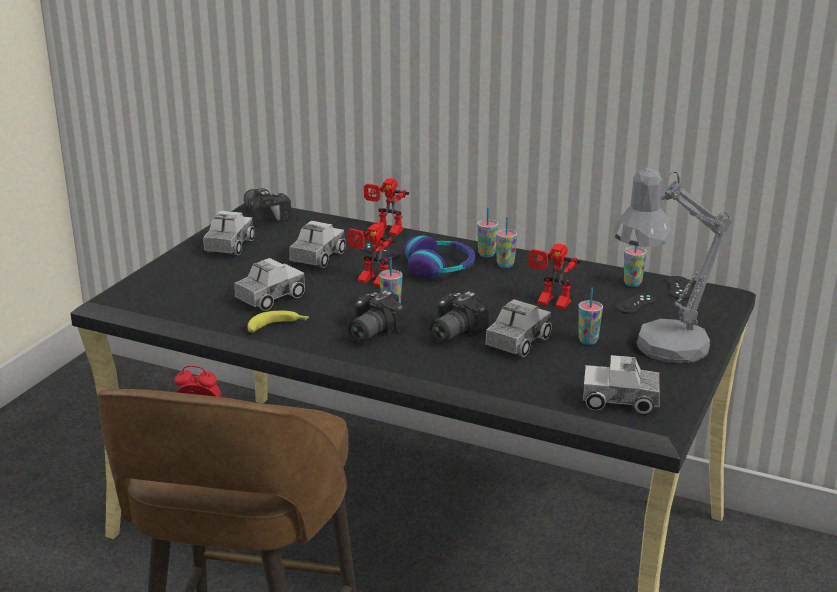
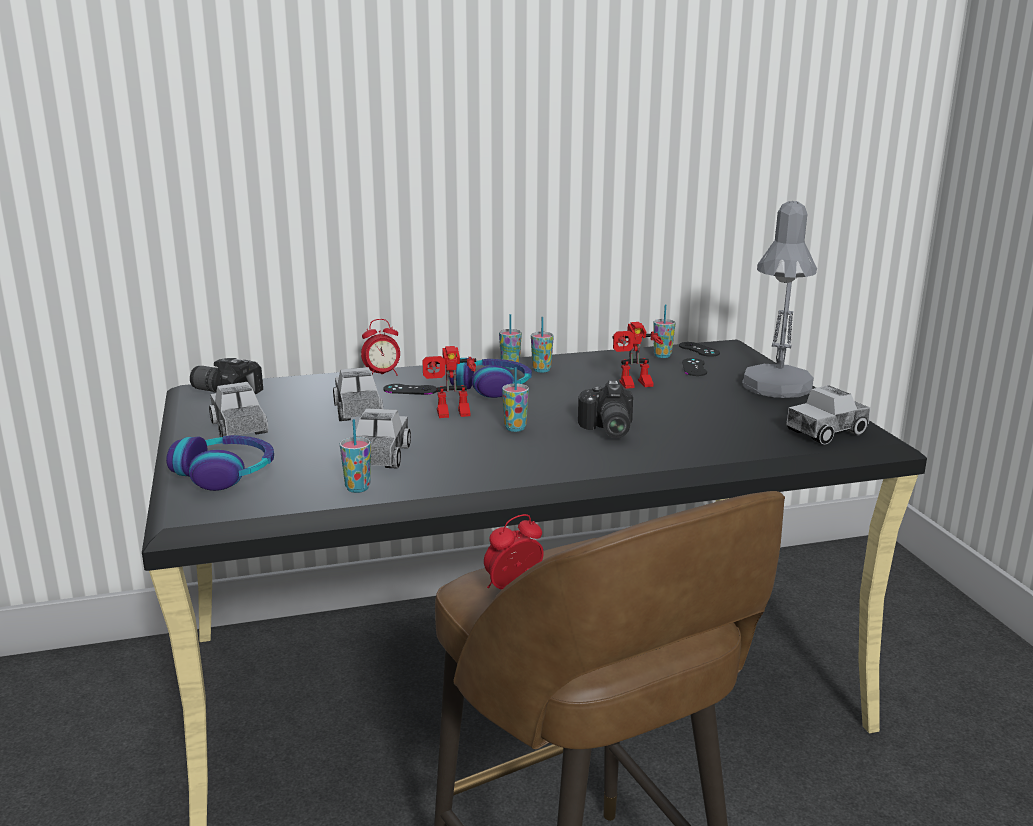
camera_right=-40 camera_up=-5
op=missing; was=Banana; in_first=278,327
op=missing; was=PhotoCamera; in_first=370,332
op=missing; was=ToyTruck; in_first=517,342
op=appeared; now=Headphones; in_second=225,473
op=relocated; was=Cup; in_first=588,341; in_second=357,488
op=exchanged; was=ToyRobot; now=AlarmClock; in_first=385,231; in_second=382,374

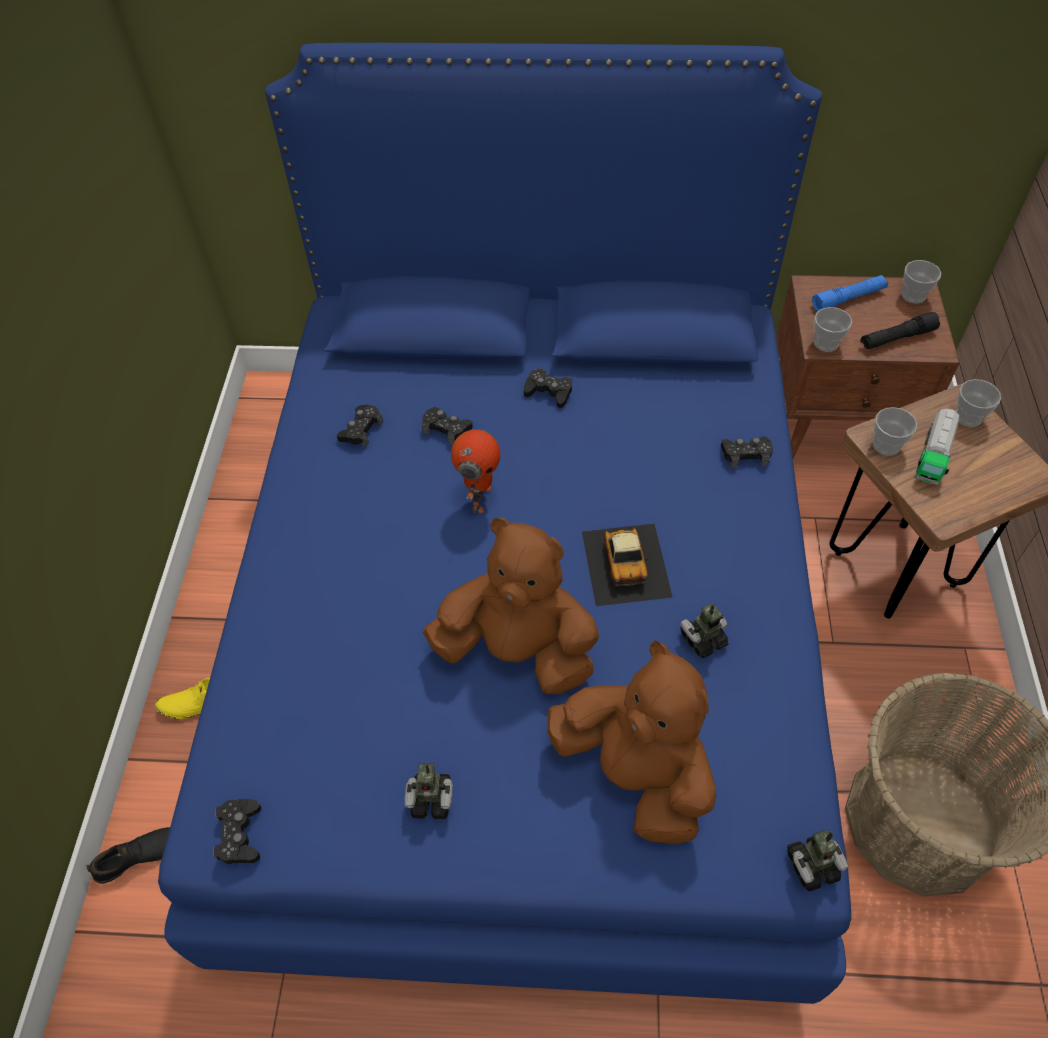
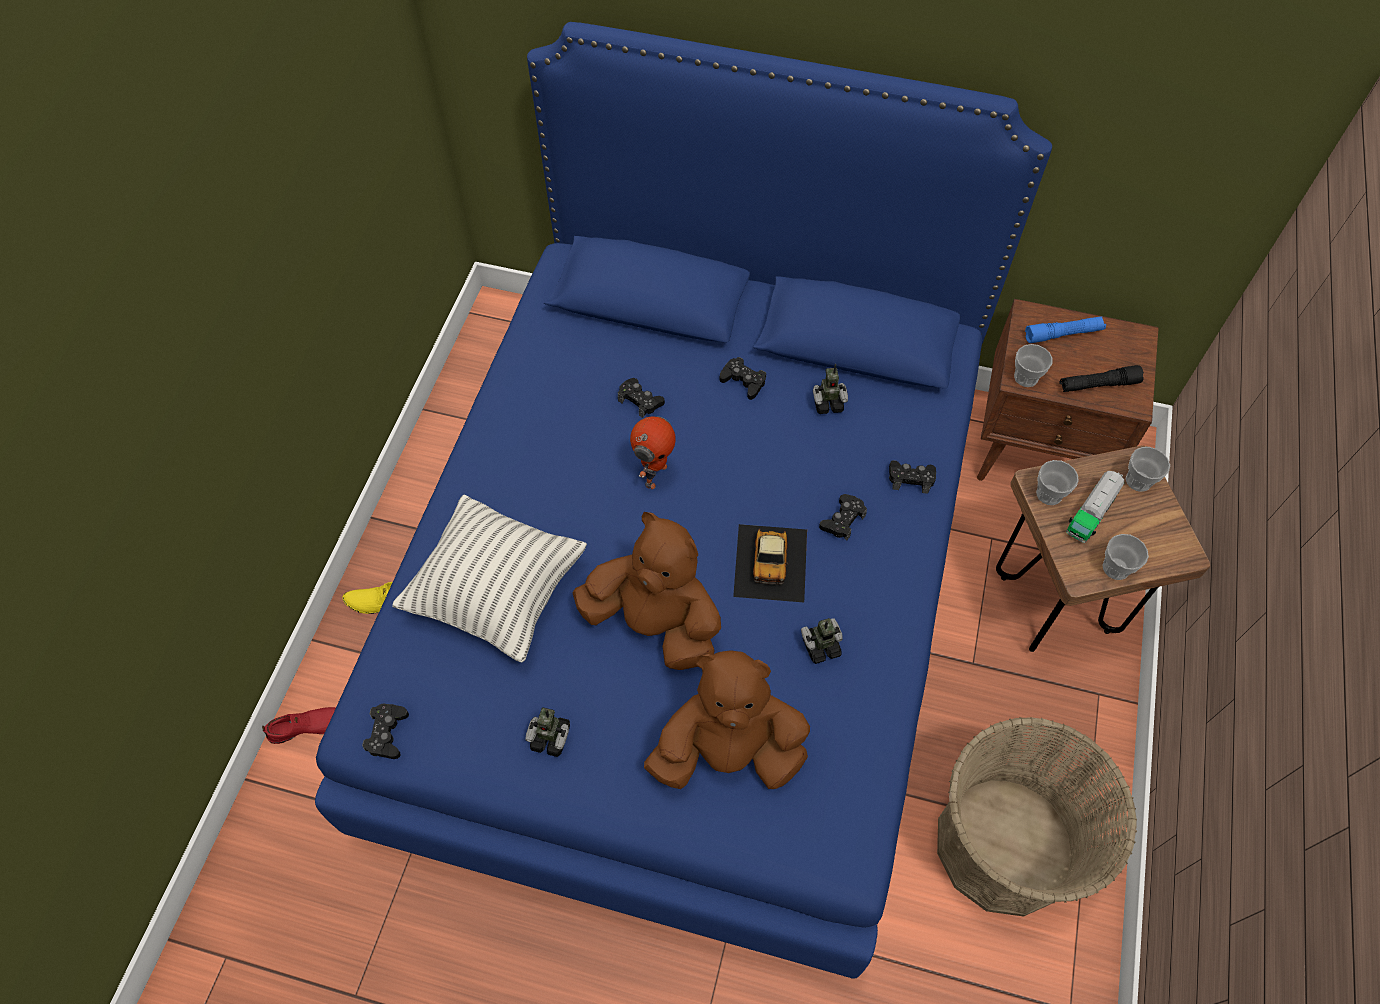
camera_right=10 camera_up=5
op=appeared; now=Pillow; in_second=497,593
op=relocated; was=BlackGameController; in_first=361,430; in_second=842,520
op=relocated; was=ToyRobot; in_first=811,865; in_second=827,403
op=relocated; was=Cup; in_first=913,295; in_second=1116,568
op=colour; was=BlackShoe; now=RedShoe; in_first=141,857; in_second=309,727
op=spun; was=BrownPlushToy; in_first=635,773; in_second=728,752; clockwise=-60

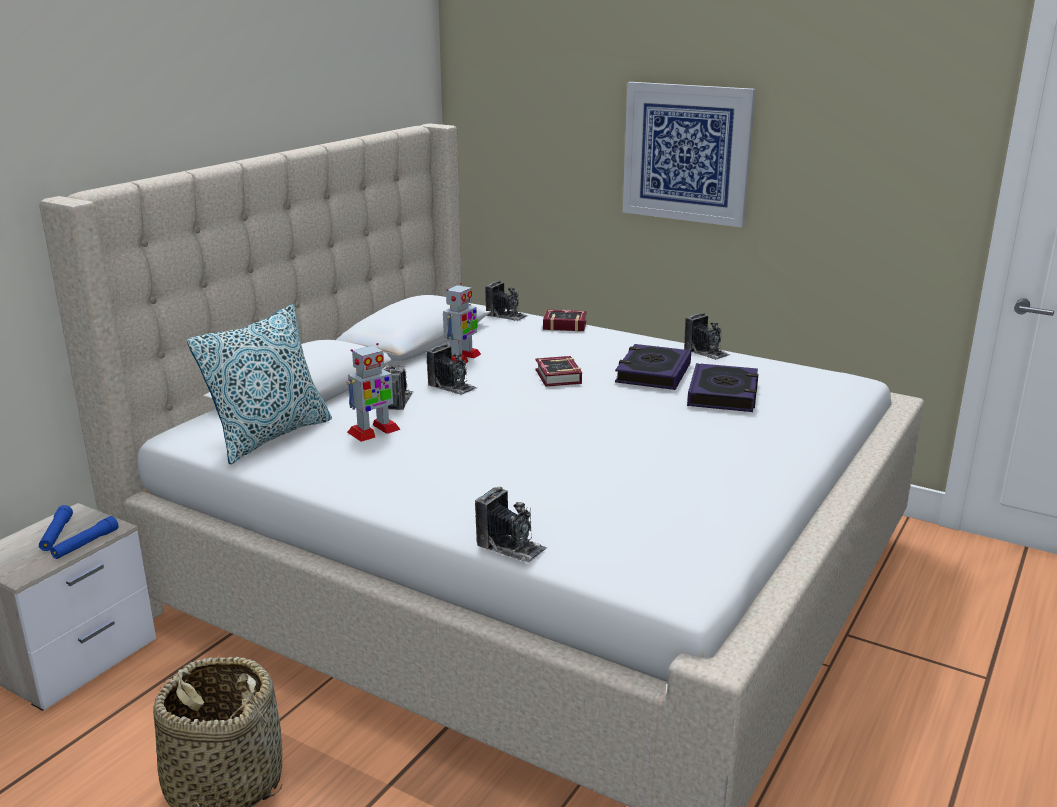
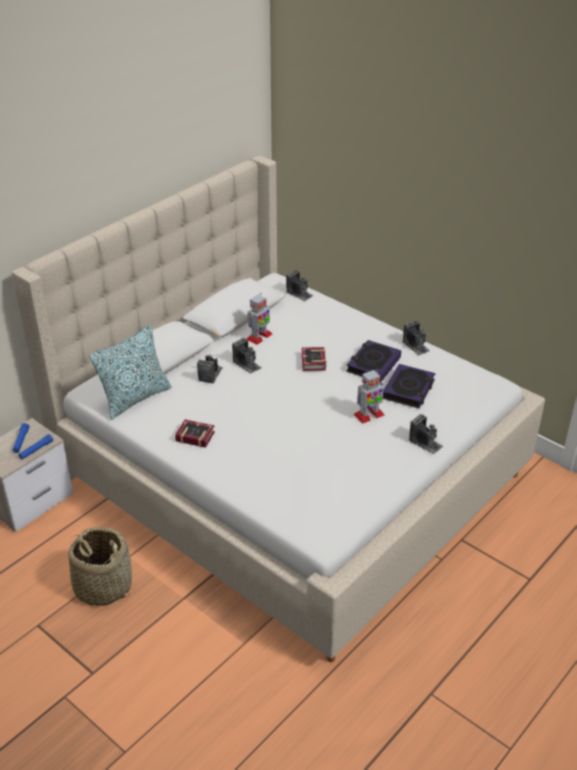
camera_right=10 camera_up=15
op=missing; was=Picture; in_first=686,153
op=relocated; was=ToyRobot; in_first=373,431; in_second=368,415
op=relocated; was=PhotoCamera; in_first=511,546; in_second=425,443
op=relocated; was=Book; in_first=563,325; in_second=194,435

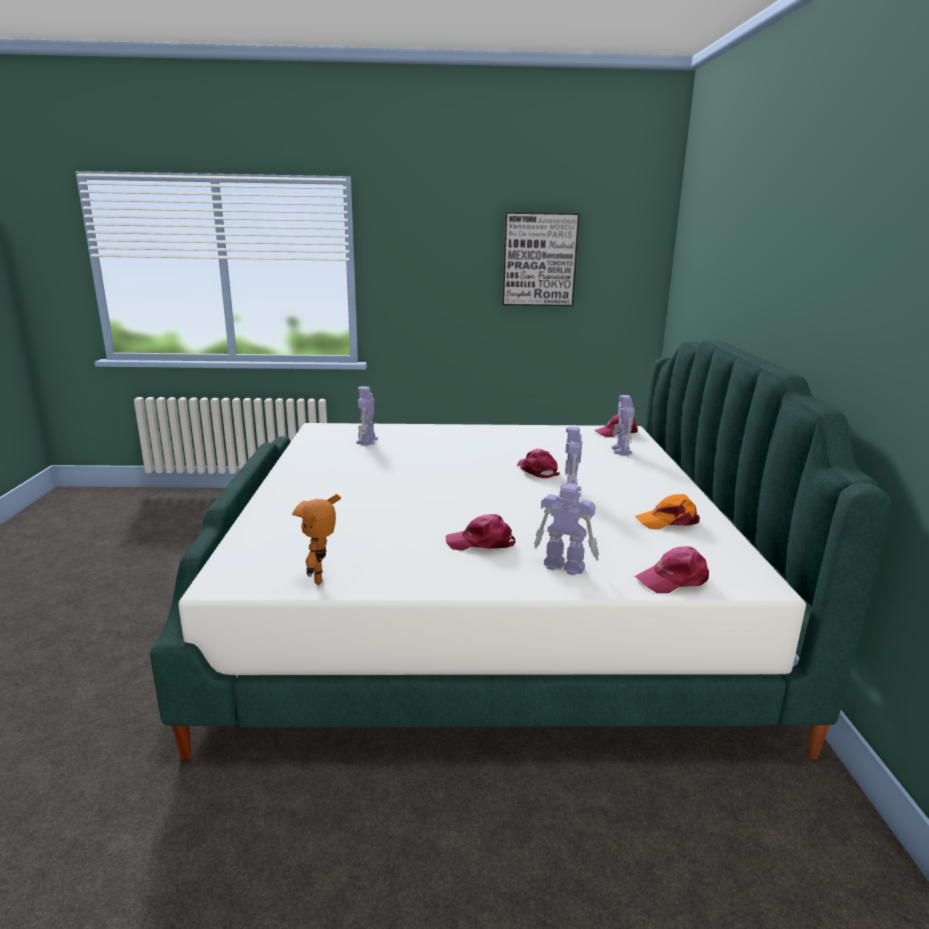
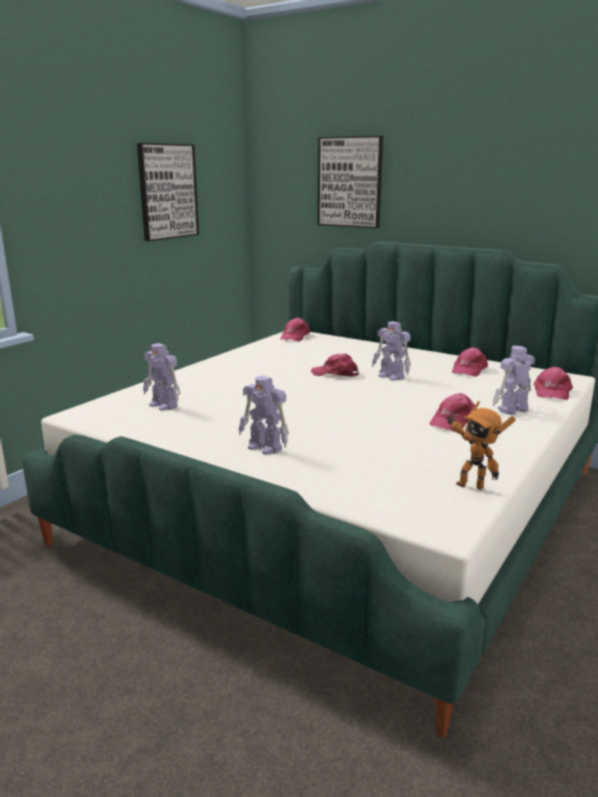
camera_right=-55 camera_up=0
op=appeared; now=Picture; in_second=350,182
op=relocated; was=ToyRobot; in_first=621,451; in_second=265,448
op=colour; was=OrangeCap; now=PinkCap; in_first=668,521; in_second=468,369

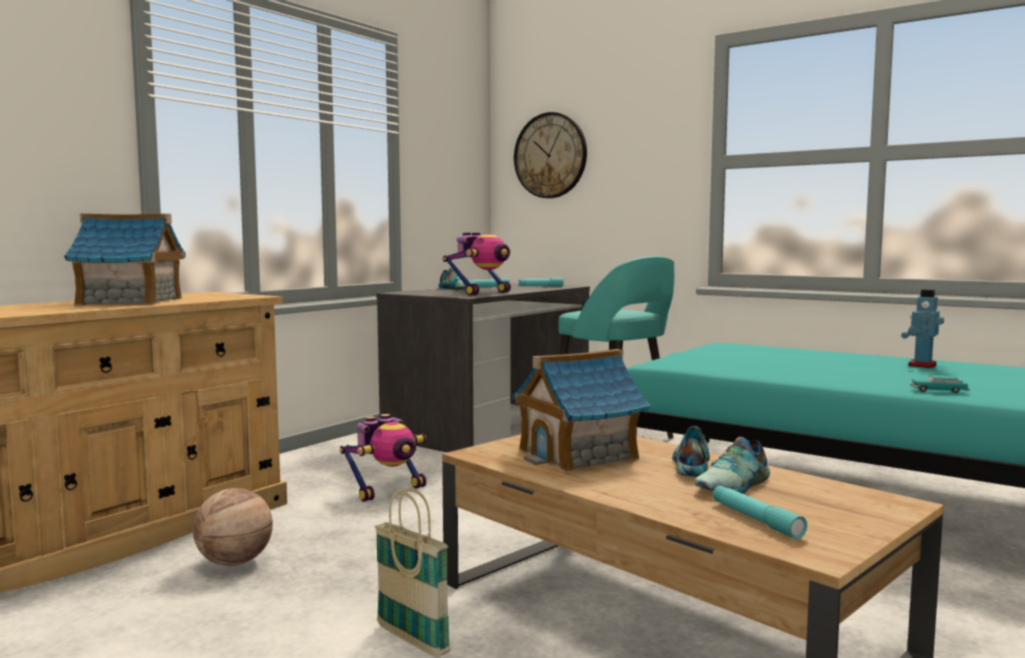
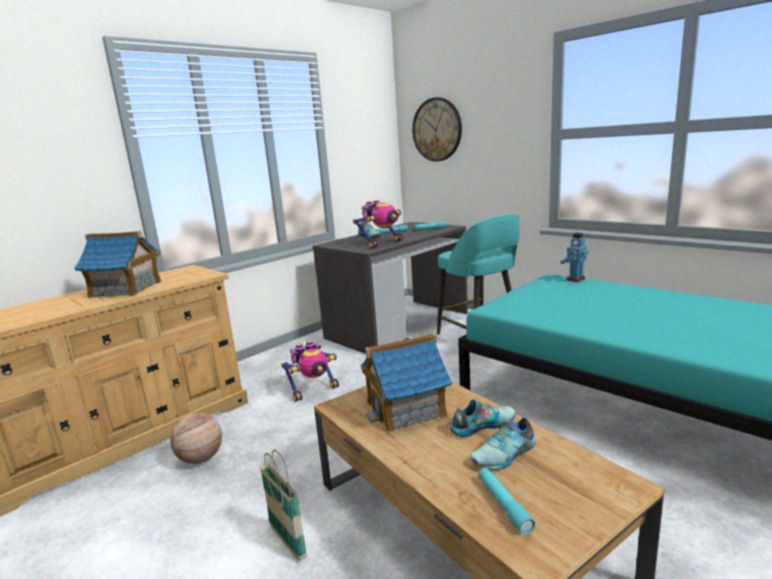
camera_right=10 camera_up=10
op=missing; was=ToyCar; in_first=938,391
op=relocated; was=ToyRobot; in_first=921,365; in_second=575,279
op=spun; was=Shoe; in_first=690,464; in_second=482,424; clockwise=45

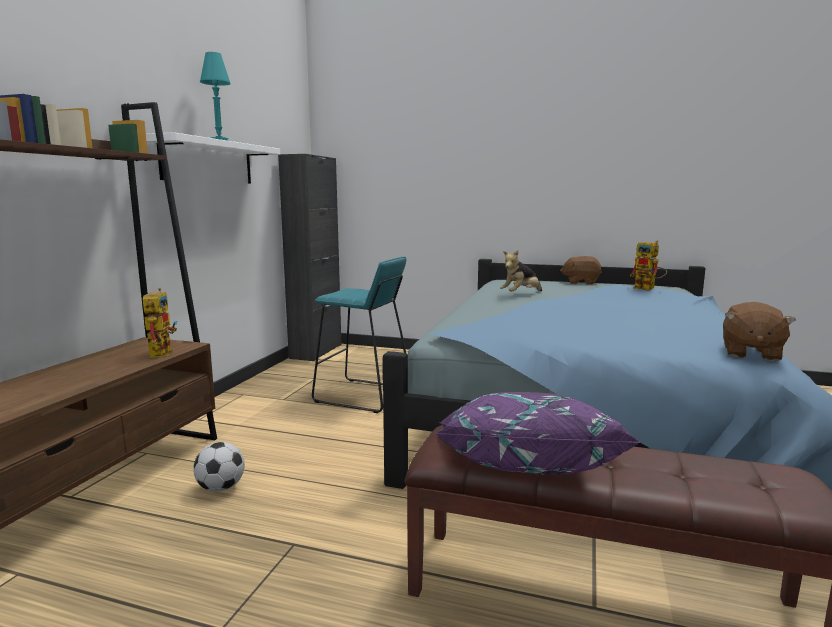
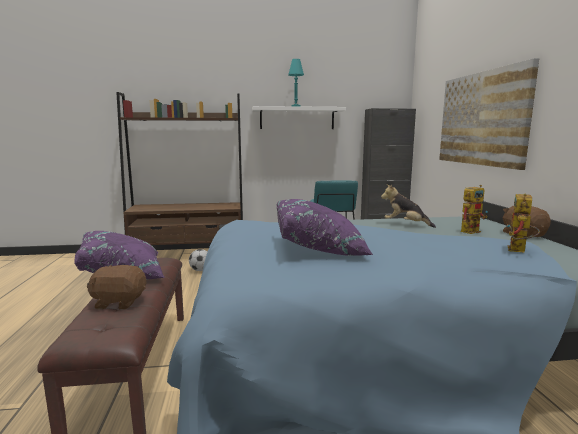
camera_right=65 camera_up=0
op=appeared; now=PurplePillow; in_second=319,248
op=appeared; now=Picture; in_second=481,119
op=relocated; was=ToyRobot; in_first=161,352; in_second=471,230
op=relocated; was=BrownPlushToy; in_first=750,353; in_second=119,302

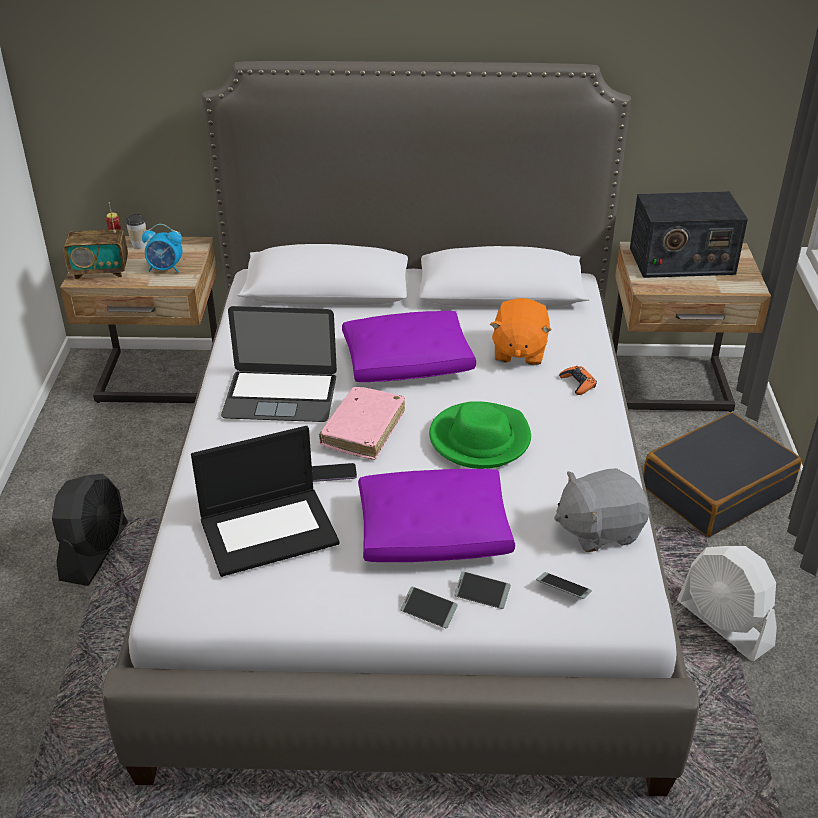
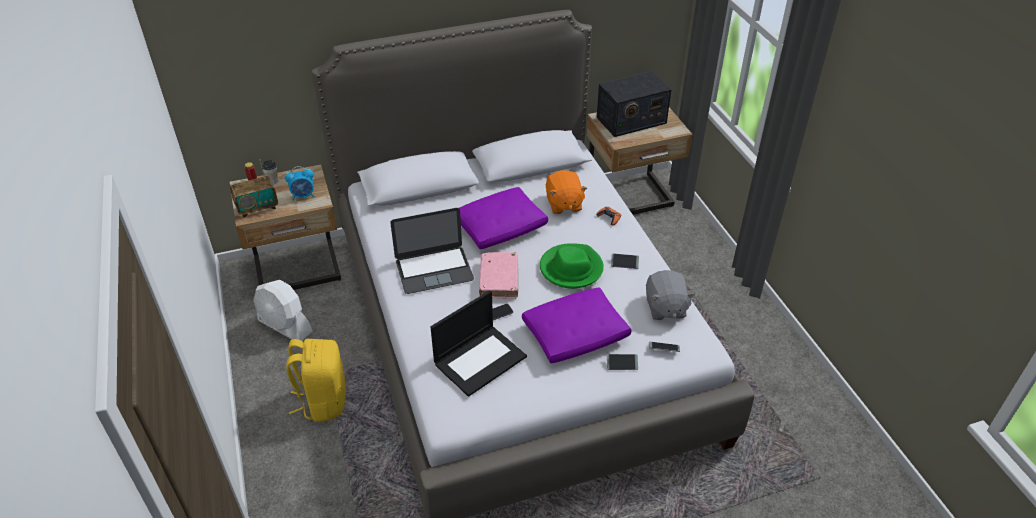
camera_right=-20 camera_up=5
op=missing; was=BlackSuitcase; in_first=715,488
op=relocated; was=Phone; in_first=428,611; in_second=624,263
op=relocated; was=WhiteFan; in_first=724,624; in_second=285,326
op=exchanged; was=BlackFan; now=YellowBackpack; in_first=95,552; in_second=323,401
op=spun; was=GreyPlushToy; in_first=598,529; in_second=665,308; clockwise=-60

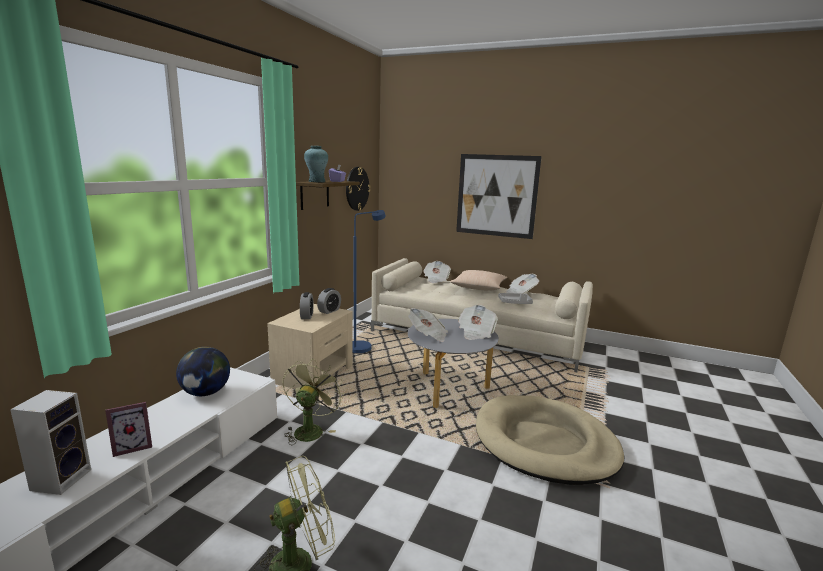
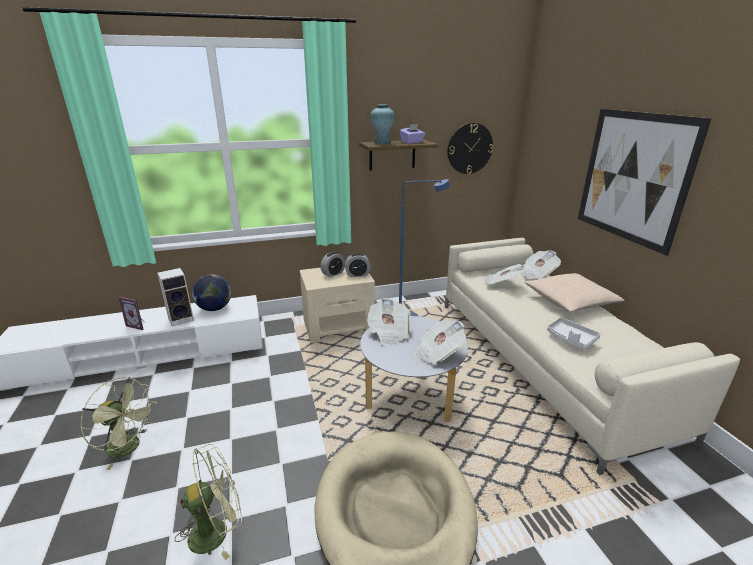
camera_right=50 camera_up=10
op=relocated; was=Speaker; in_first=62,478; in_second=182,319
op=relocated; was=GreenFan; in_first=310,429; in_second=217,530
op=relocated; was=Newspaper; in_first=520,292; in_second=501,283

